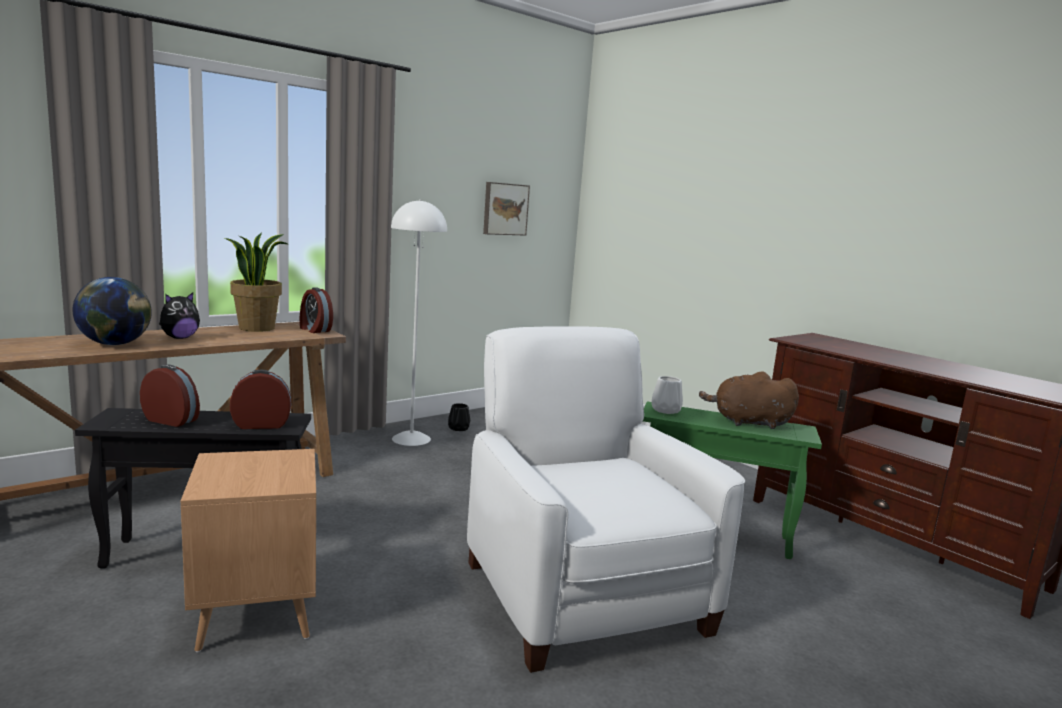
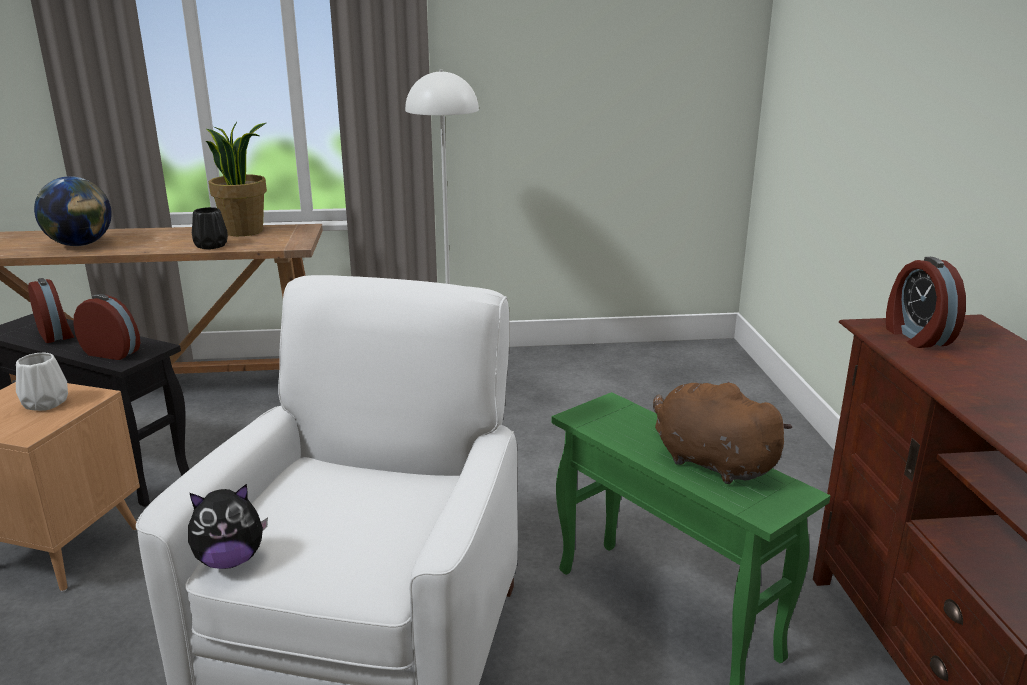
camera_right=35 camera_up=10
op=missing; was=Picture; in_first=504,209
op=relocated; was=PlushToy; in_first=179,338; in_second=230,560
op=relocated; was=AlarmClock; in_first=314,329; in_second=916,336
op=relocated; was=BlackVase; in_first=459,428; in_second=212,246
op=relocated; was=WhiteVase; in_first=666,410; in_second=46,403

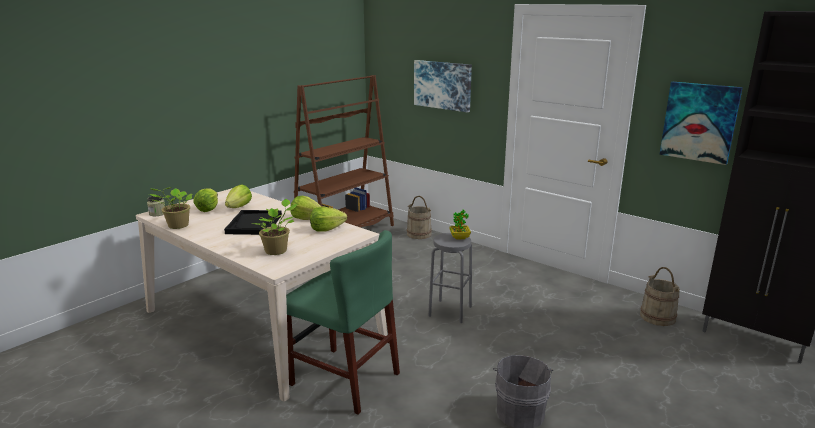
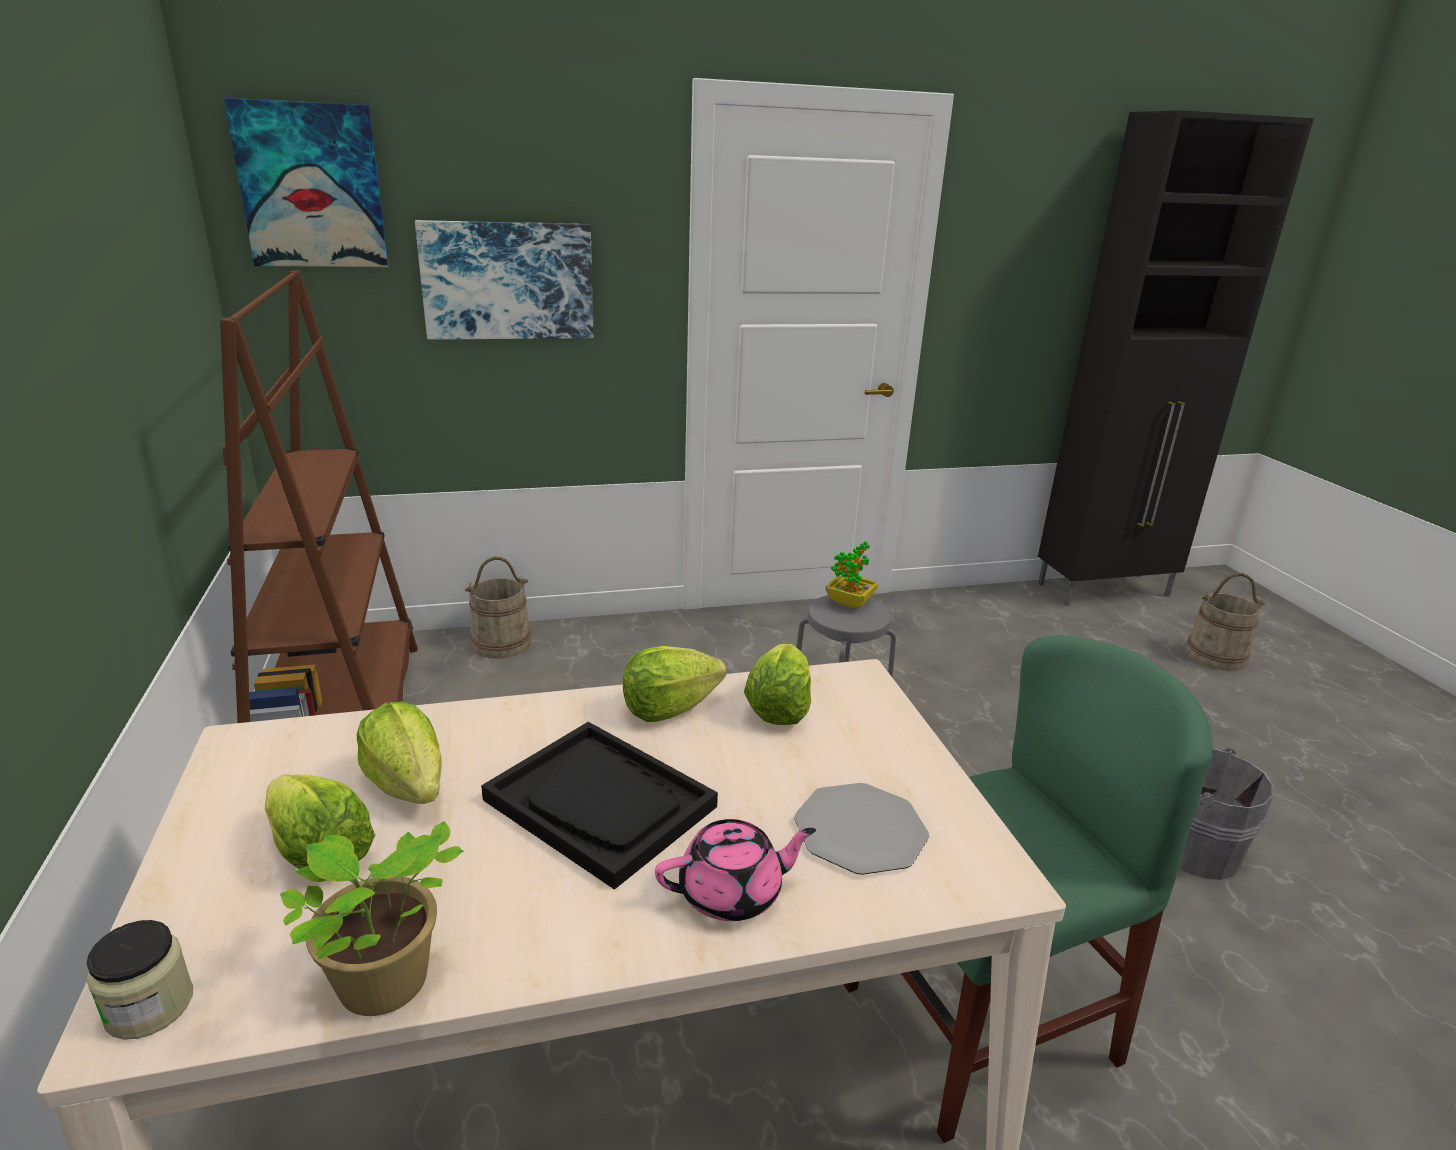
camera_right=-55 camera_up=5
op=appeared; now=PinkTeapot; in_second=732,893
op=relocated; was=BeigeBucket; in_first=657,317; in_second=1215,656
op=relocated; was=Picture; in_first=699,122; in_second=311,186
op=exchanged; was=PottedPlant; now=Plate; in_first=278,251; in_second=860,831

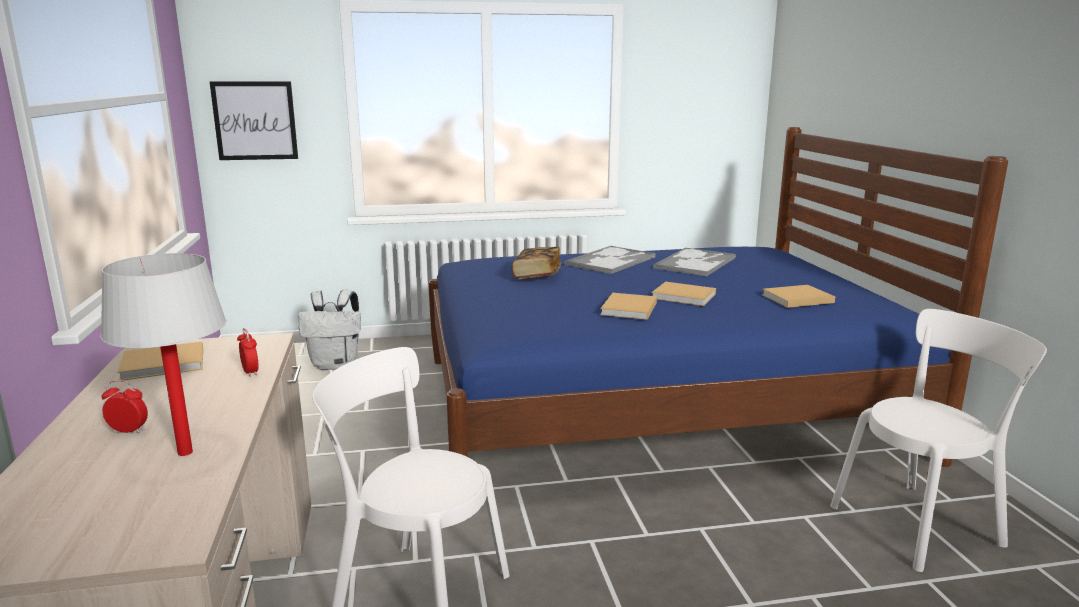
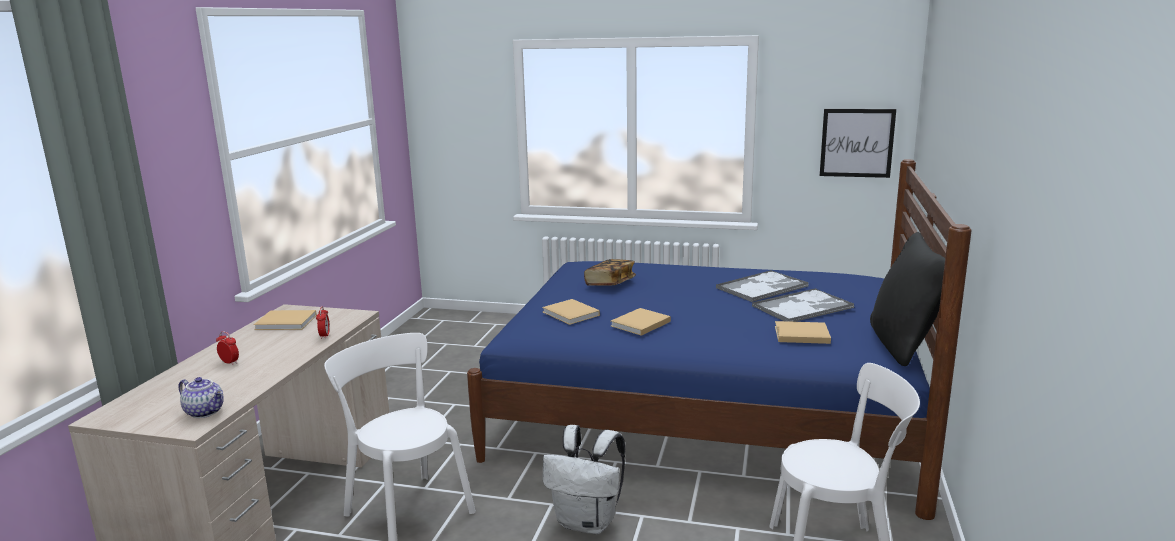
camera_right=25 camera_up=0
op=missing; was=WhiteTableLamp; in_first=185,452
op=appeared; now=Teapot; in_second=205,412
op=appeared; now=BlackPillow; in_second=904,345
op=relocated; was=Picture; in_first=255,121; in_second=856,143
op=relocated; was=WhiteBackpack; in_first=336,365; in_second=588,522
op=relocated; was=Tray; in_first=611,261; in_second=803,307
op=relocated; was=BeigeBook; in_first=685,296; in_second=571,314

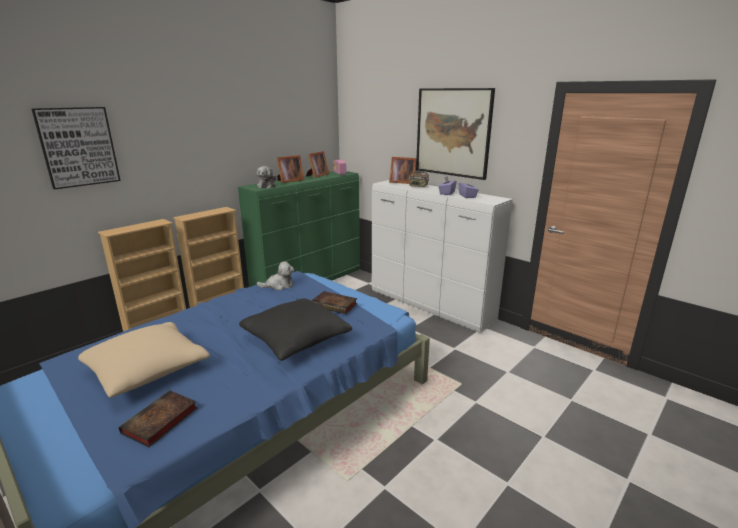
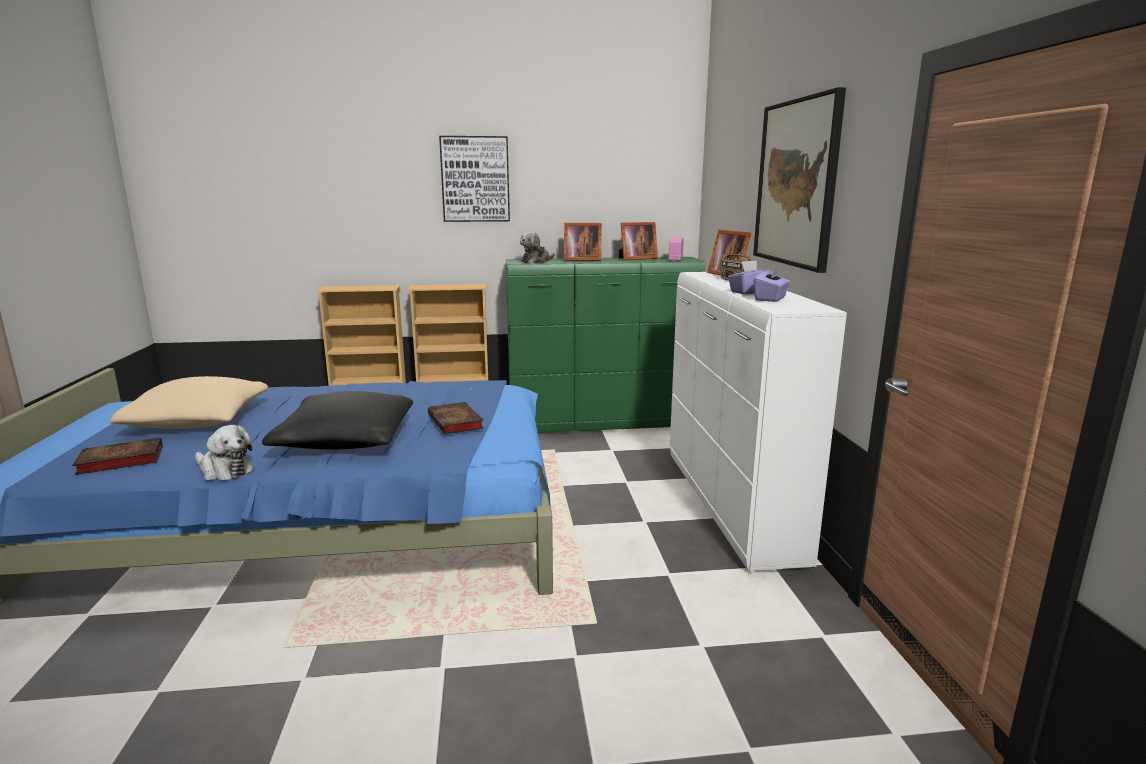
camera_right=40 camera_up=-5
op=relocated; was=Picture; in_first=78,147; in_second=475,179
op=relocated; was=PlushToy; in_first=278,285; in_second=224,470

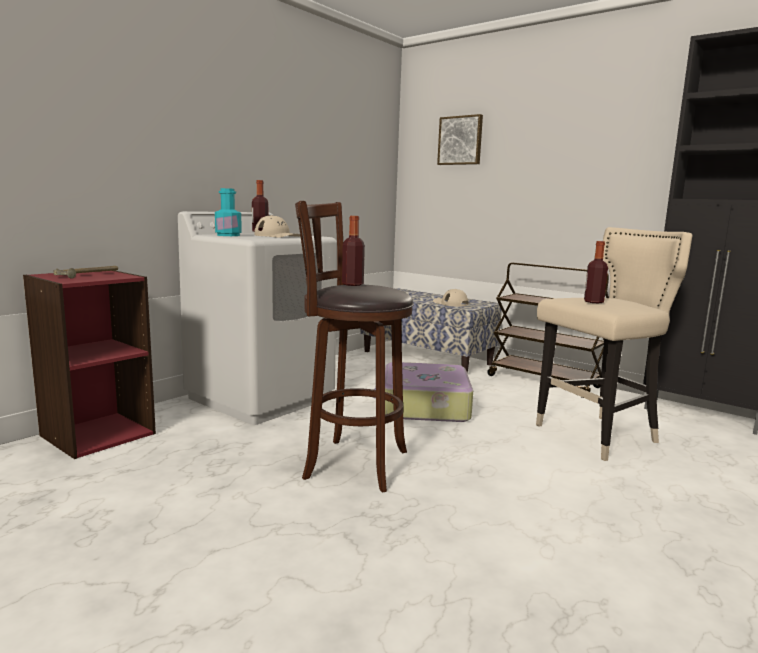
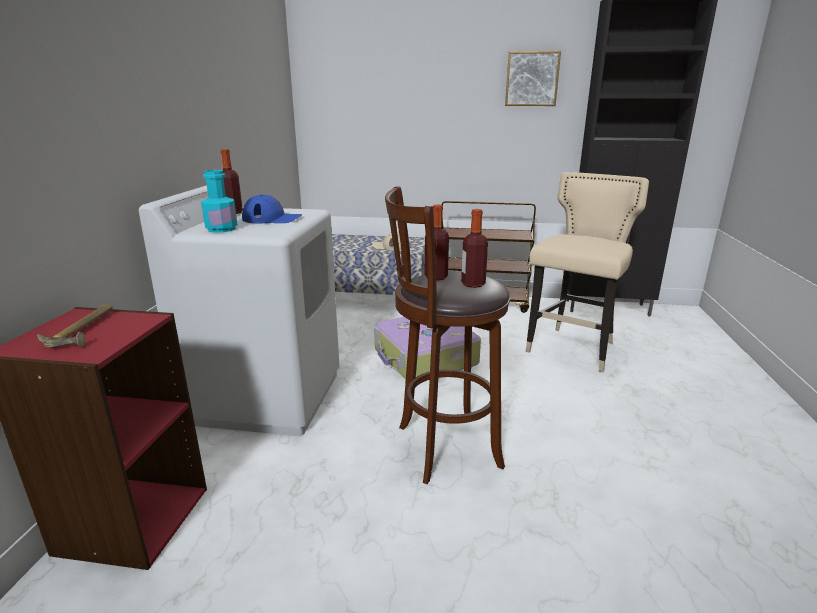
camera_right=-30 camera_up=10
op=relocated; was=Picture; in_first=460,140; in_second=532,79
op=relocated; was=Bottle; in_first=593,302; in_second=473,284
op=colour; was=BeigeCap; now=BlueCap; in_first=277,236; in_second=272,219

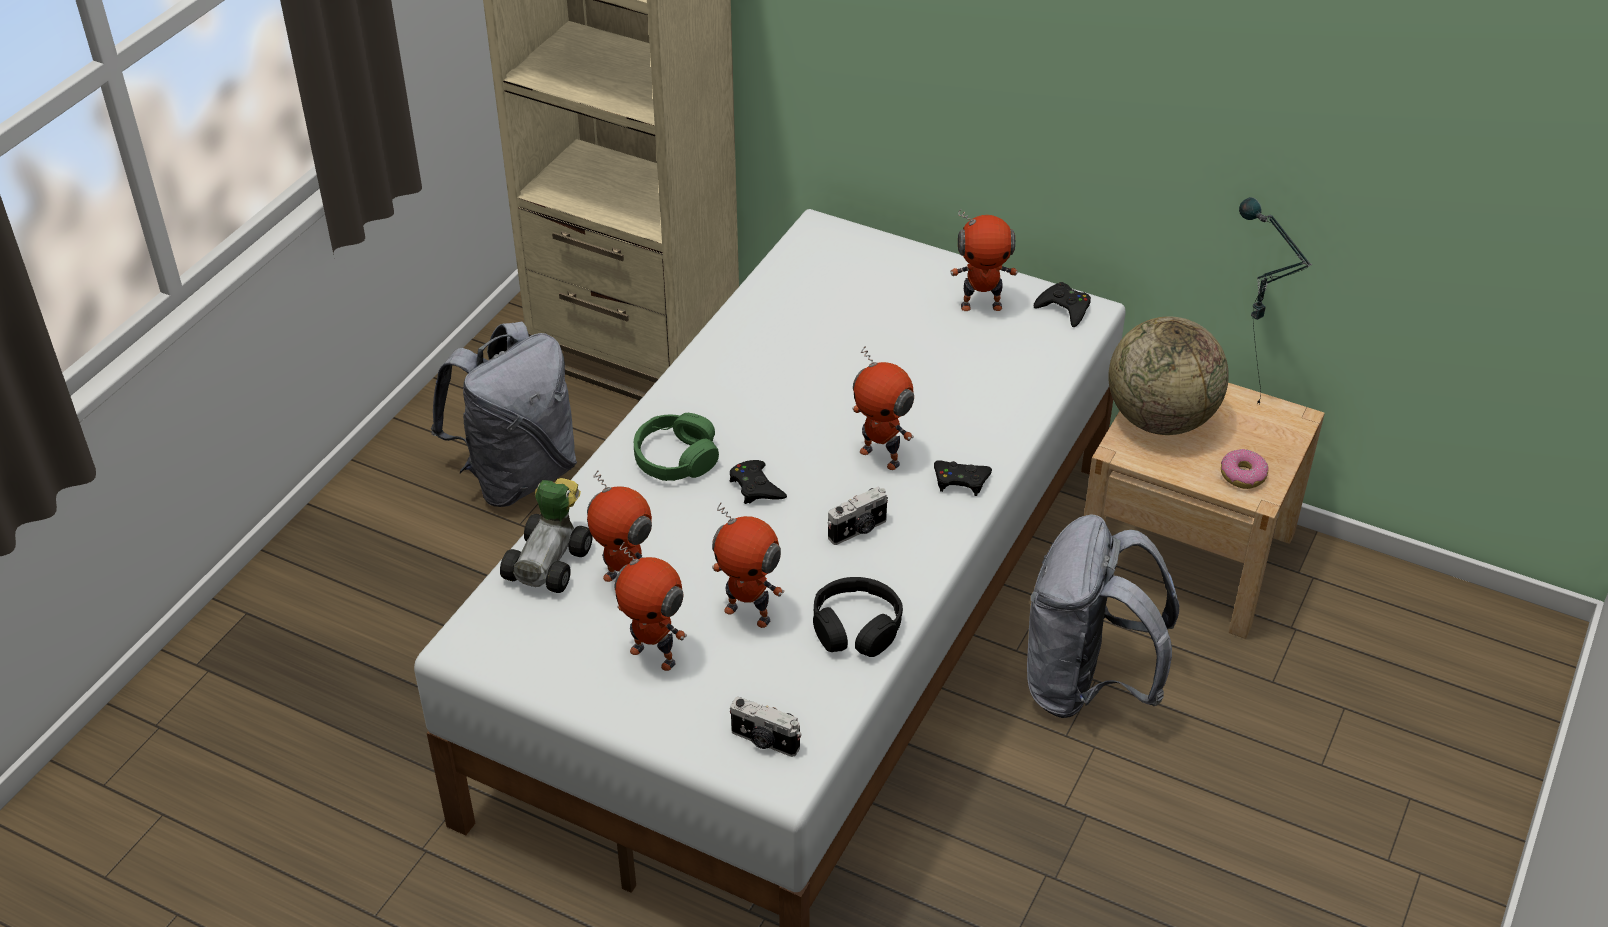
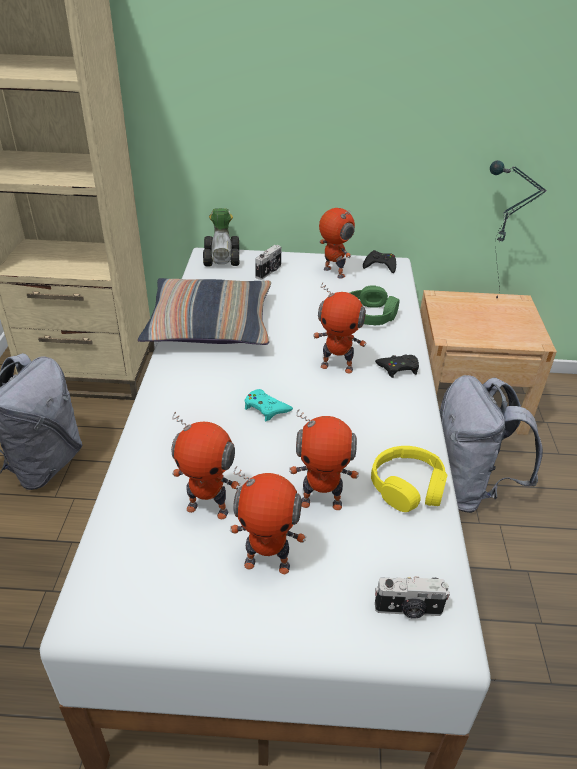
camera_right=-25 camera_up=-5
op=missing; was=Globe; in_first=1160,419
op=missing; was=Donut; in_first=1242,475
op=appeared; now=Pillow; in_second=210,325
op=relocated; was=ToyCar; in_first=553,560; in_second=223,257
op=relocated; was=GreenHeadphones; in_first=676,458; in_second=369,315
op=relocated; was=PhotoCamera; in_first=858,530; in_second=269,272
op=colour; was=BlackGameController; now=TurquoiseGameController; in_first=756,487; in_second=266,408
op=colour; was=BlackHeadphones; now=YellowHeadphones; in_first=856,627; in_second=407,486
op=spun; was=ToyRobot; in_first=981,305; in_second=332,273; clockwise=-105

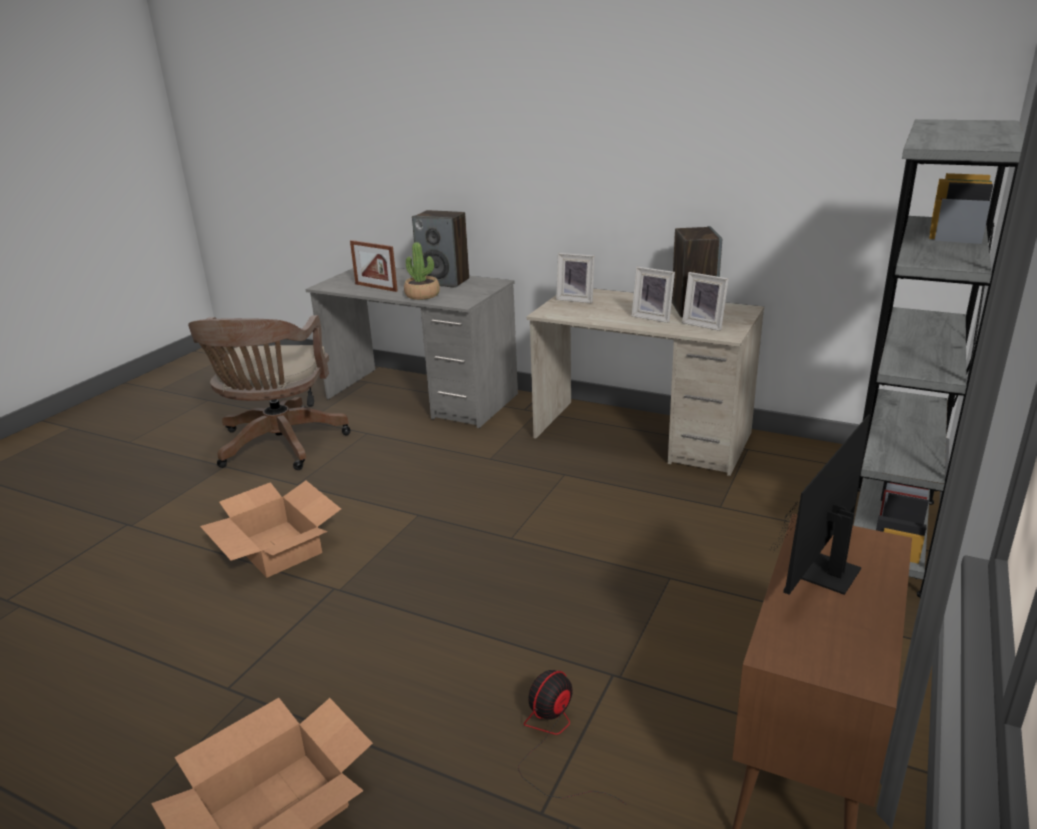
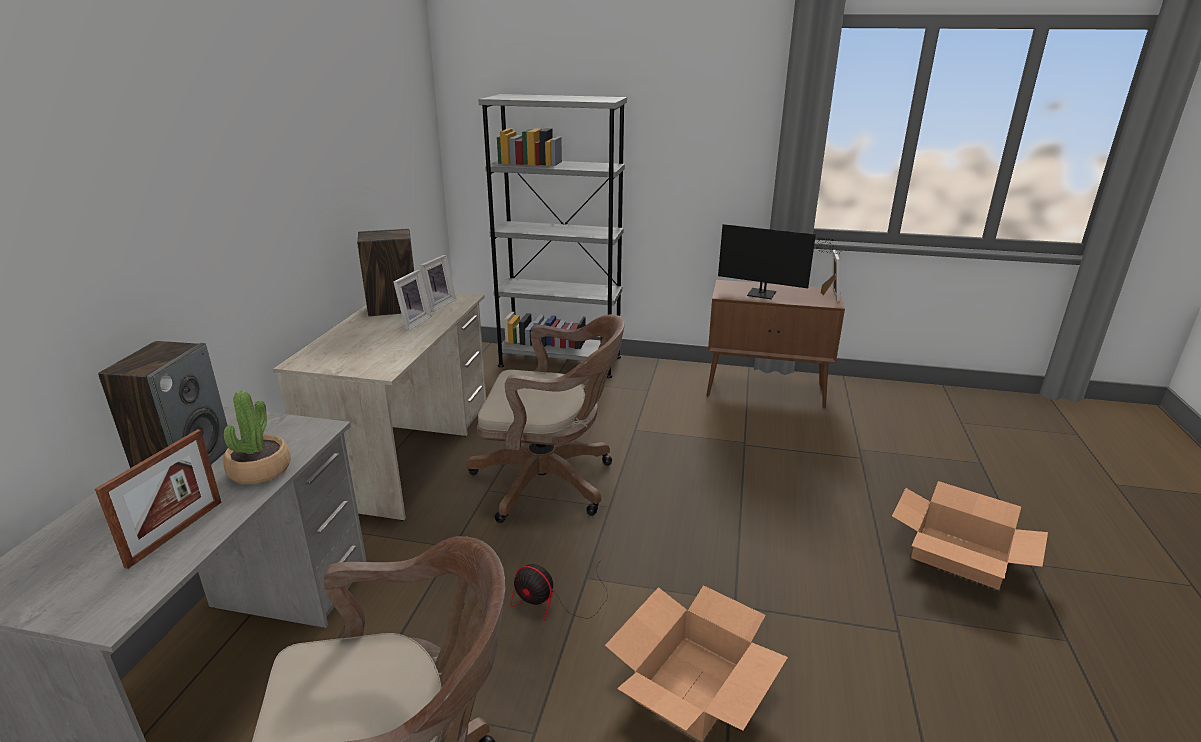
camera_right=-105 camera_up=0
op=appeared; now=BrownOfficeChair; in_second=551,482
op=relocated; was=Fan; in_first=554,741; in_second=555,601
op=relocated; was=PictureFrame; in_first=576,299; in_second=829,295

